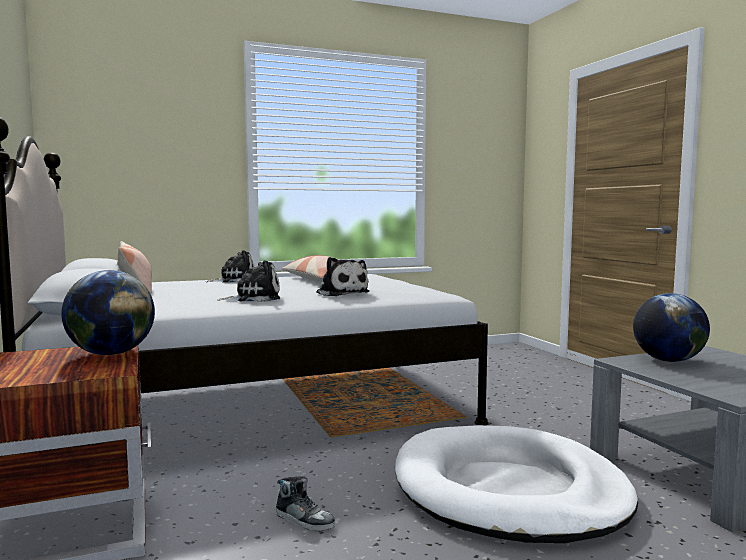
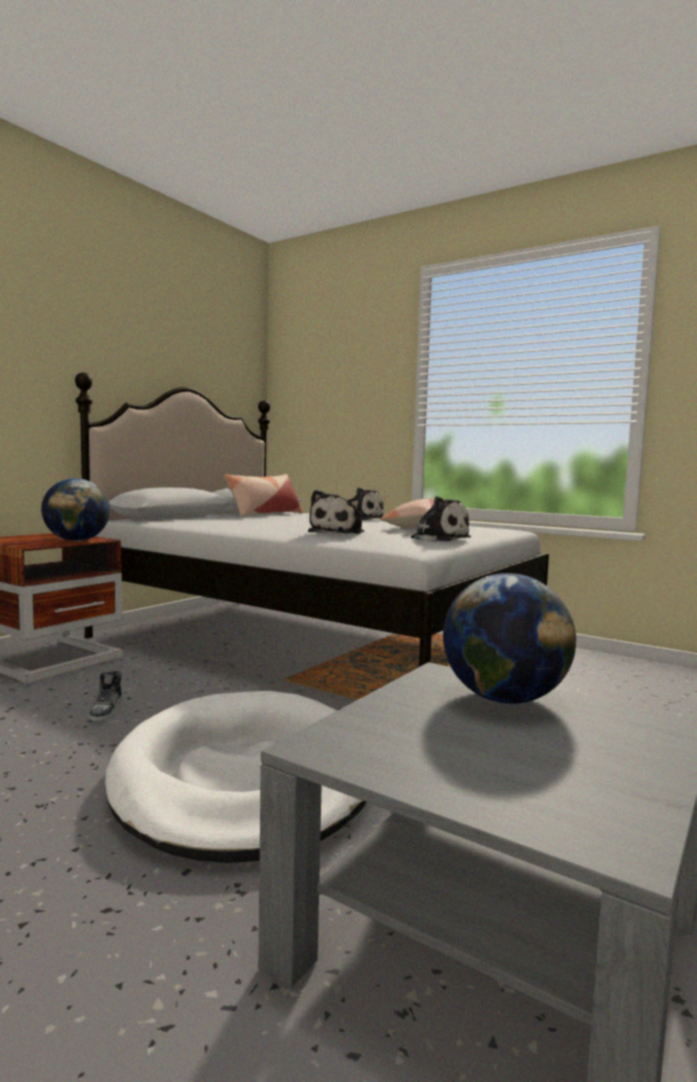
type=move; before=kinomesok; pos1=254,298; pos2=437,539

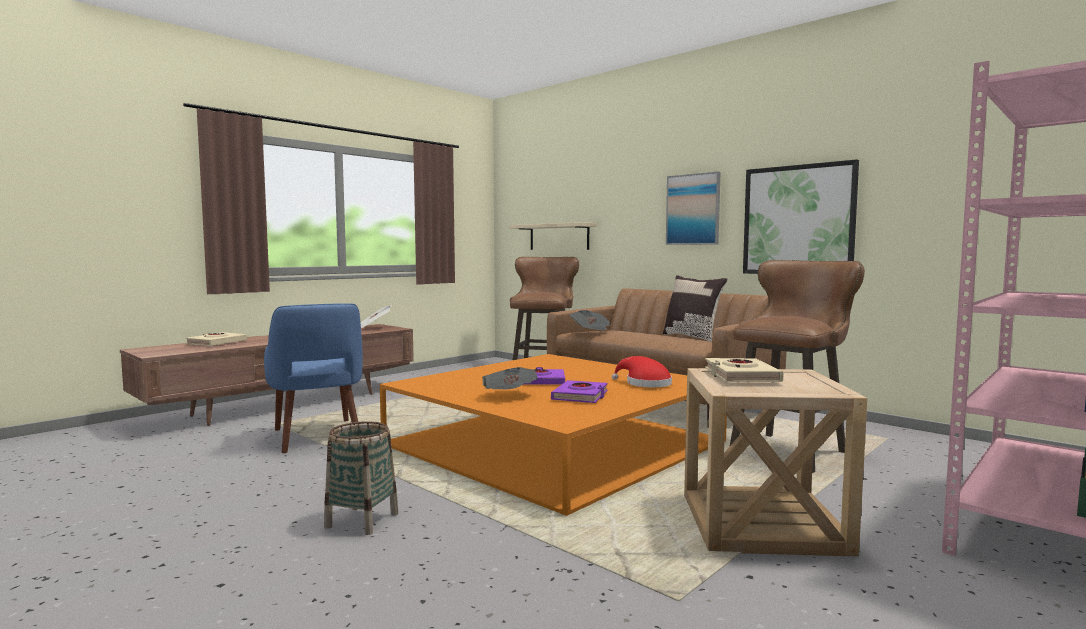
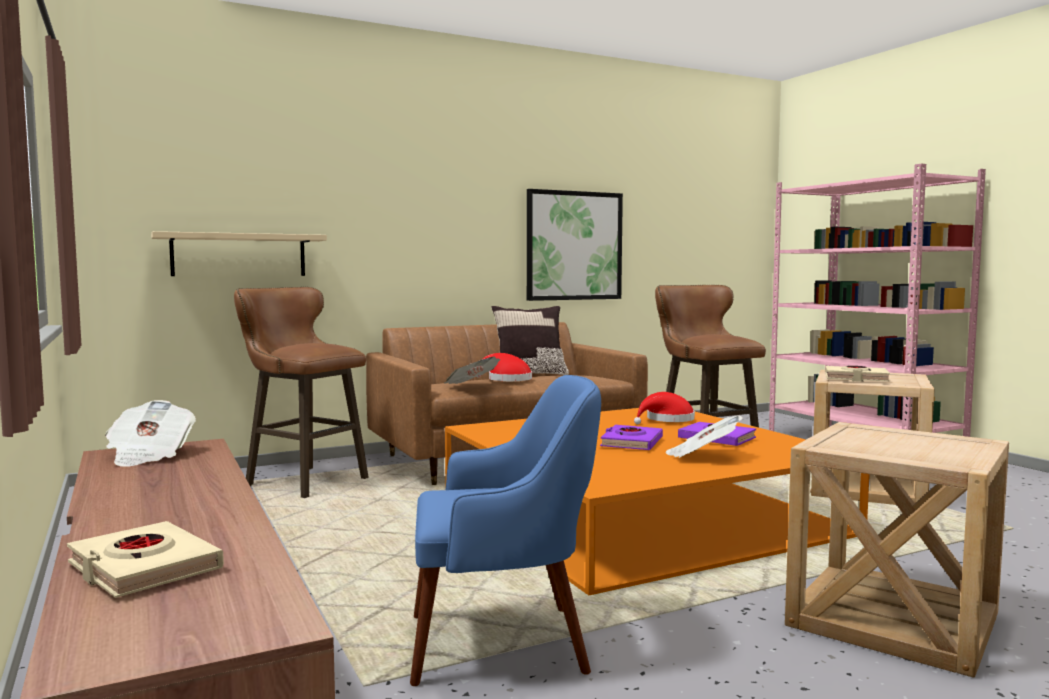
type=insert; after=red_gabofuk; pos2=506,380
type=replace; before=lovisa; after=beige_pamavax; pos1=361,520; pos2=893,619
type=delete; before=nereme; pos1=693,209

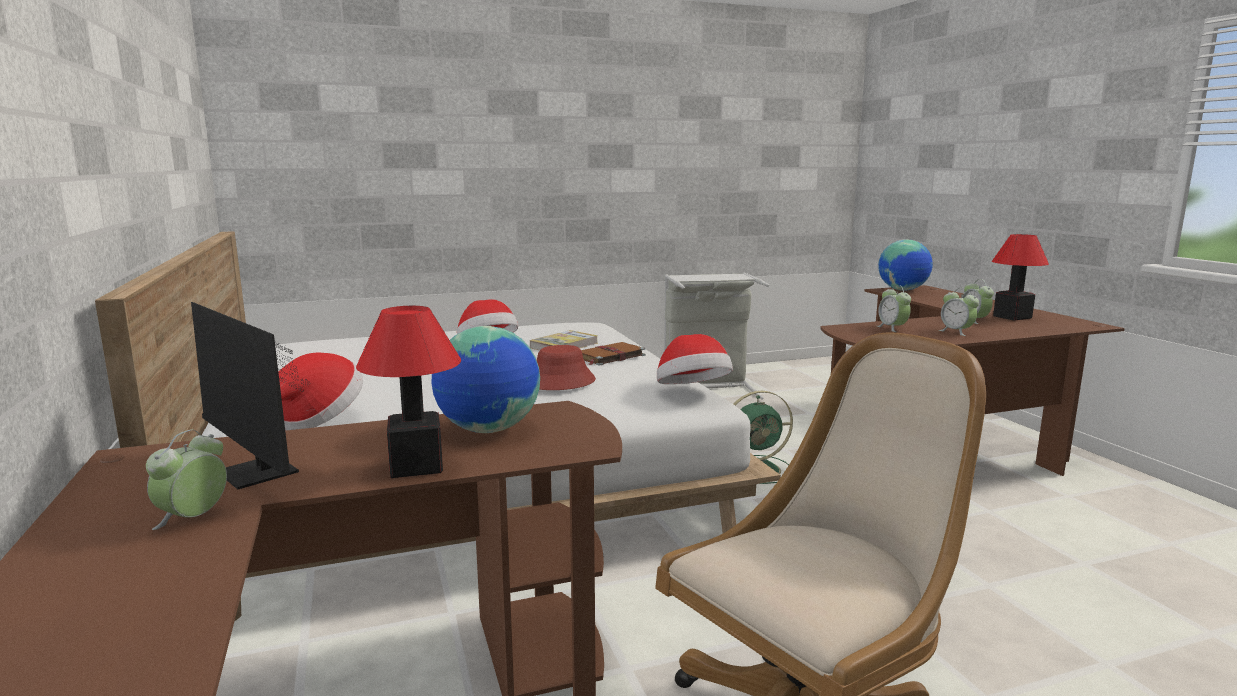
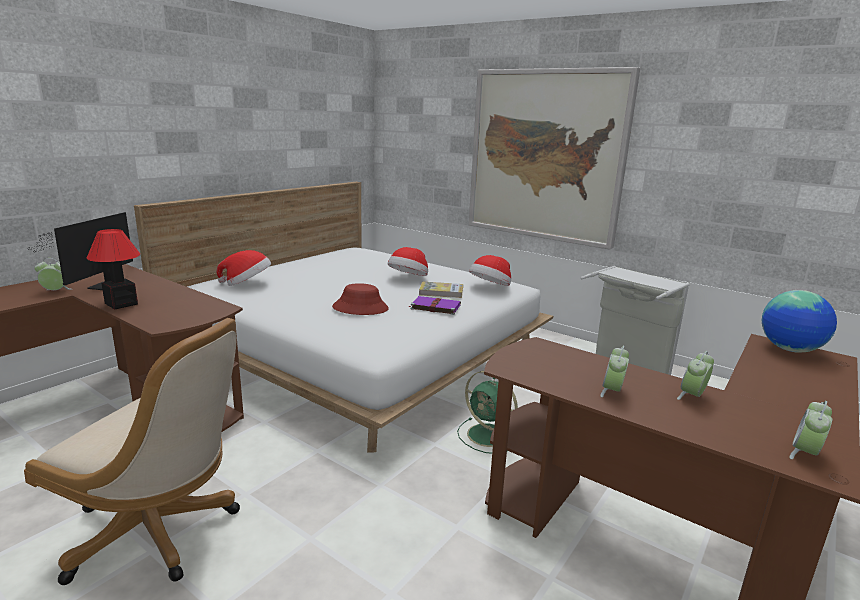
type=recolor; before=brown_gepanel; after=purple_gepanel; pos1=609,356; pos2=434,307
type=insert; after=nereme; pos2=545,156
type=move; before=gabofuk; pos1=692,392; pos2=490,287
type=move; before=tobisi; pos1=892,328; pos2=805,454
type=delete; before=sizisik; pos1=488,430
type=delete; before=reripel; pos1=1013,317

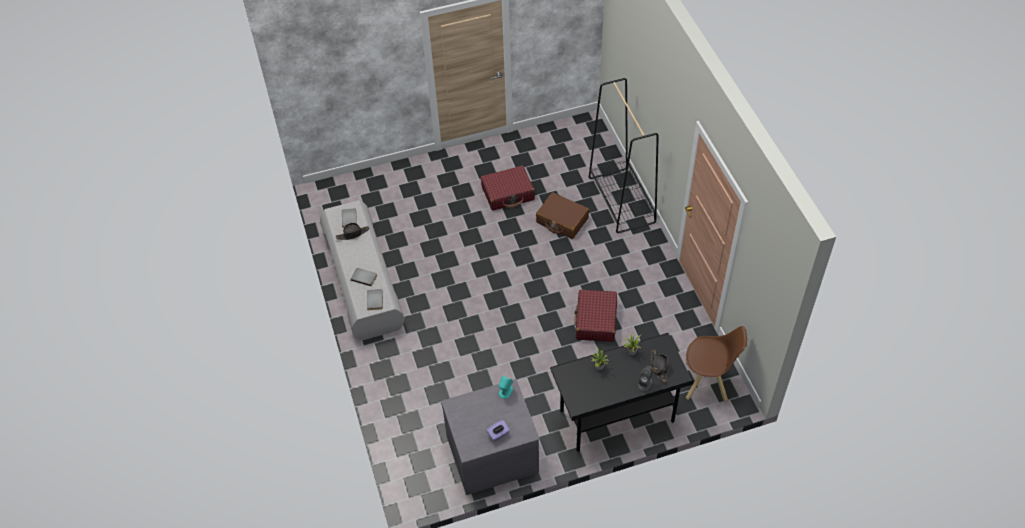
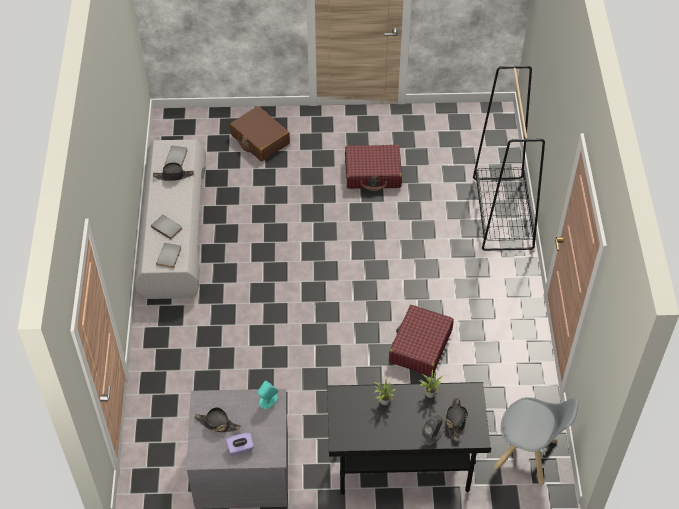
type=insert; after=black_gabofuk; pos2=217,424
type=move; before=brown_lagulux; pos1=562,220; pos2=260,140
type=recolor; before=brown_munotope; after=grey_munotope; pos1=708,382; pos2=527,455

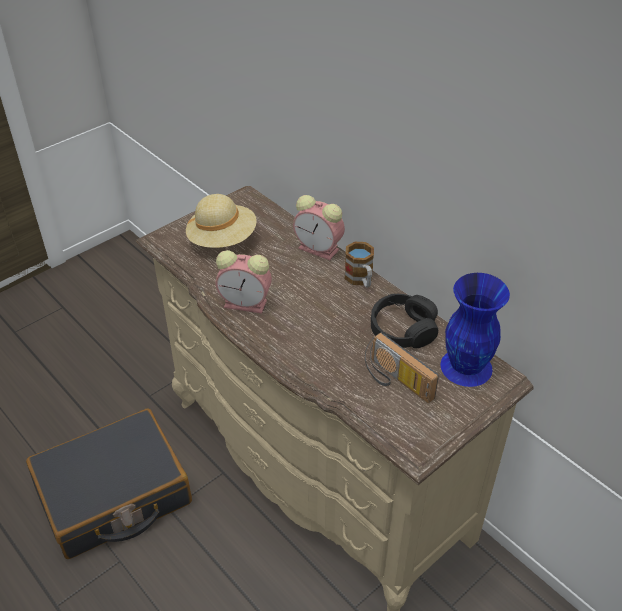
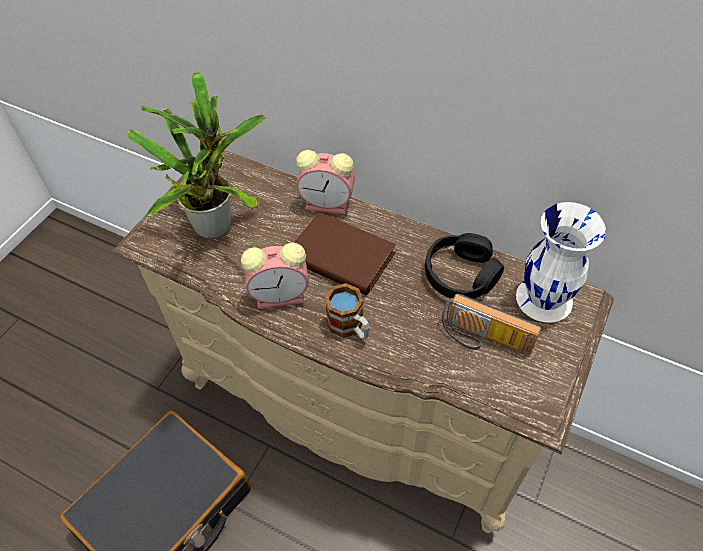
type=replace; before=beige_gabofuk; after=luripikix; pos1=222,239; pos2=215,222
type=insert; after=brown_gepanel; pos2=341,257
type=move; before=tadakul; pos1=360,280; pos2=350,327
type=recolor; before=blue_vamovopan; after=white_vamovopan; pos1=467,366; pos2=545,298

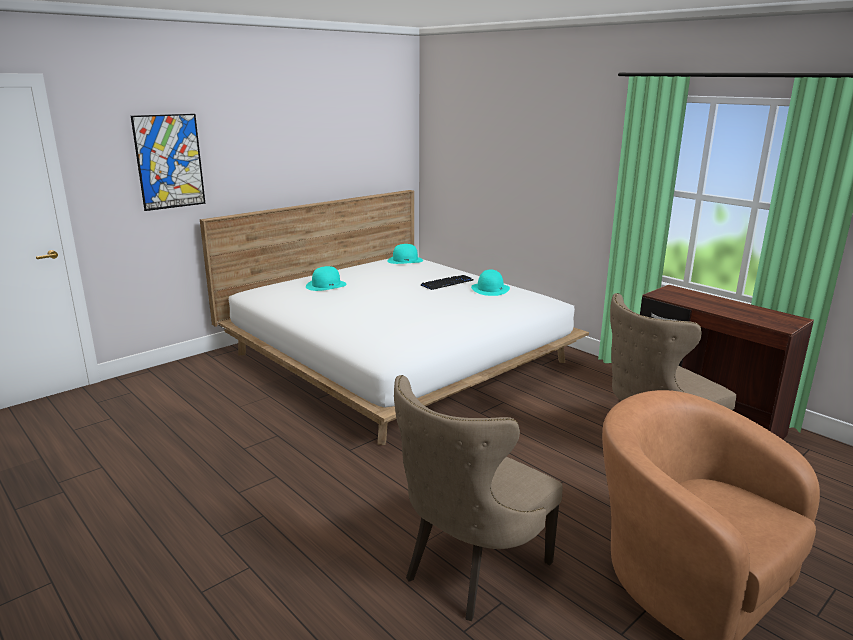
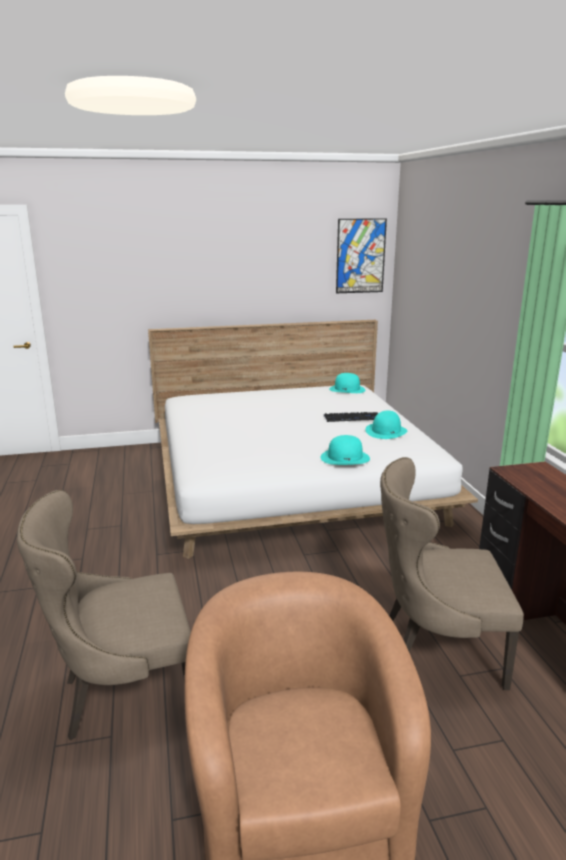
type=move; before=turquoise_gabofuk; pos1=326,285; pos2=345,457
type=move; before=nereme; pos1=169,161; pos2=360,256

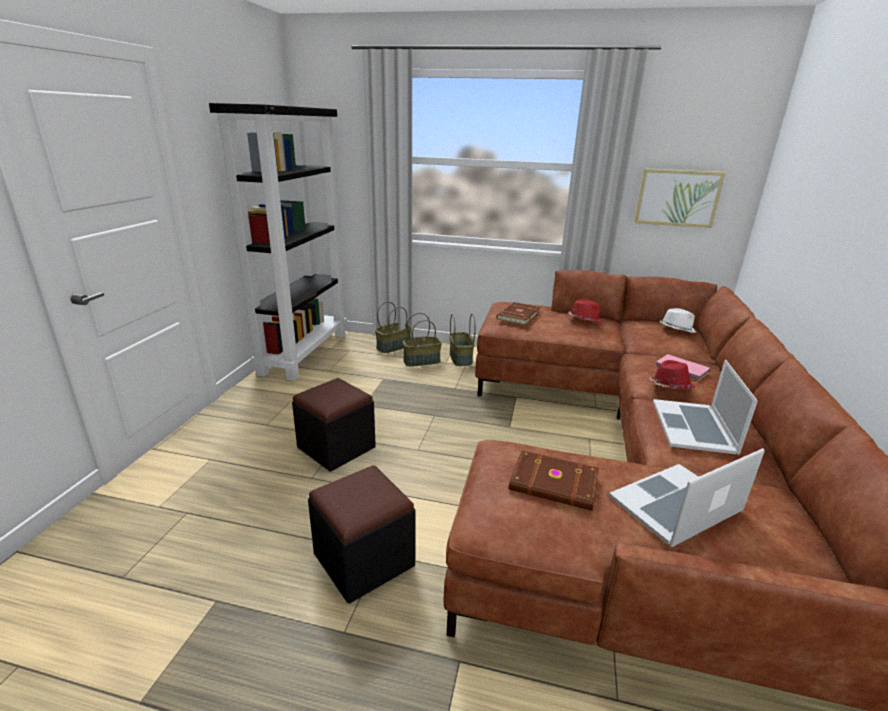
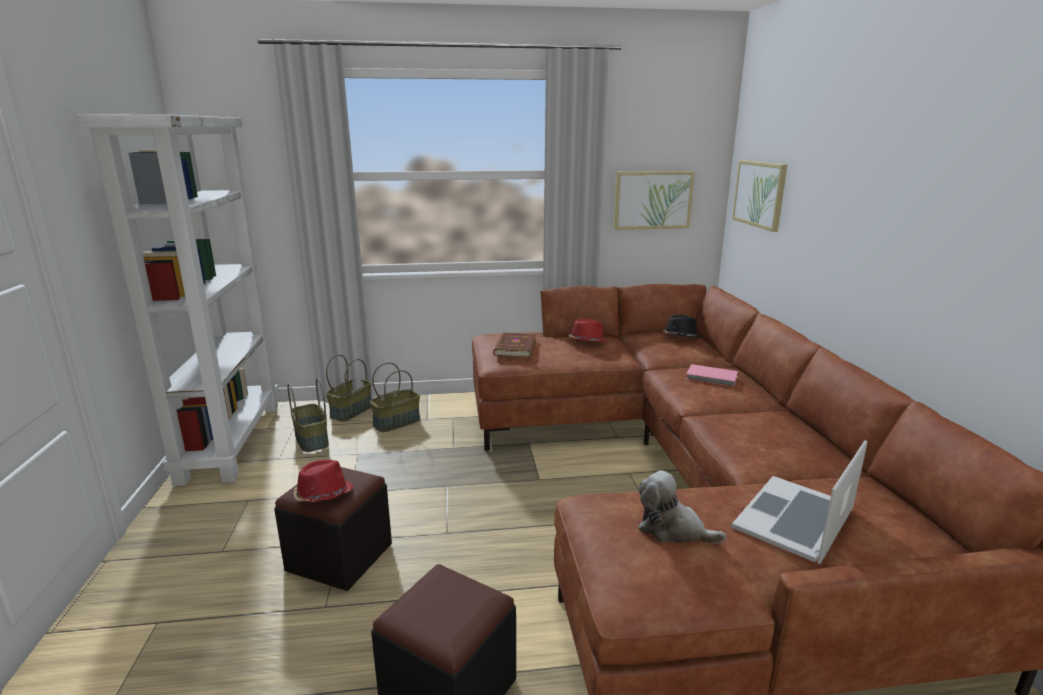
type=recolor; before=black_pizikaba; after=white_pizikaba; pos1=304,352; pos2=230,441
type=move; before=lovisa; pos1=460,358; pos2=311,440
type=move; before=red_gabofuk; pos1=670,387; pos2=323,495
type=replace; before=brown_gepanel; after=kinomesok; pos1=554,484; pos2=673,529
type=recolor; before=white_gabofuk; after=black_gabofuk; pos1=676,329; pos2=680,337
type=insert; after=nereme; pos2=759,194
type=delete; before=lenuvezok; pos1=693,426

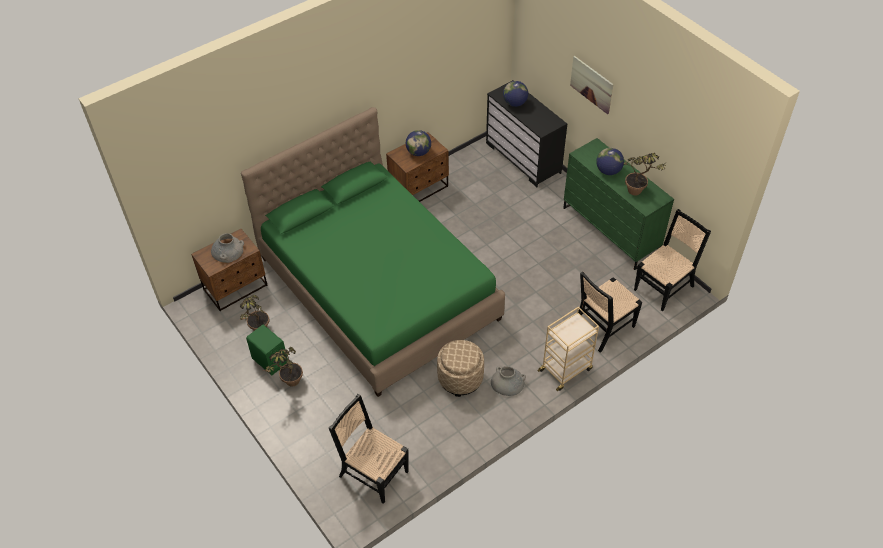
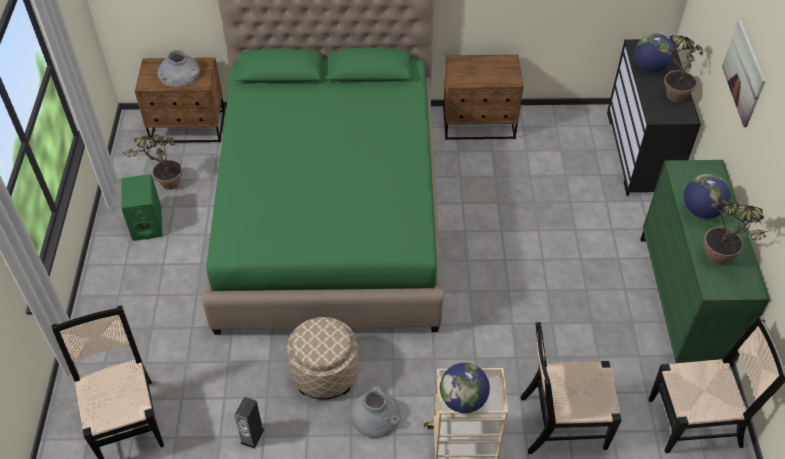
type=insert; after=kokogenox; pos2=252,436
type=move; before=sizisik; pos1=418,152; pos2=463,400
type=move; before=luripikix; pos1=289,384; pos2=669,97

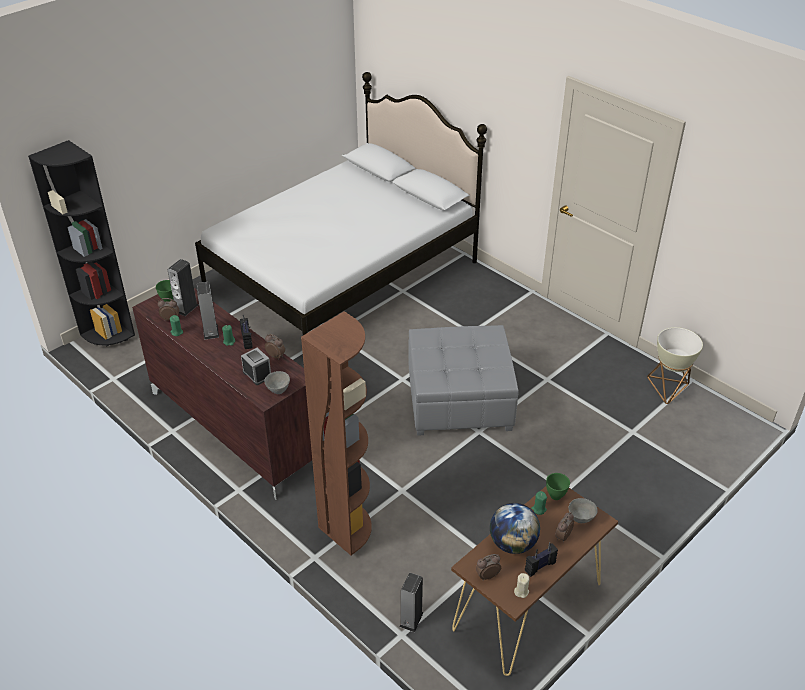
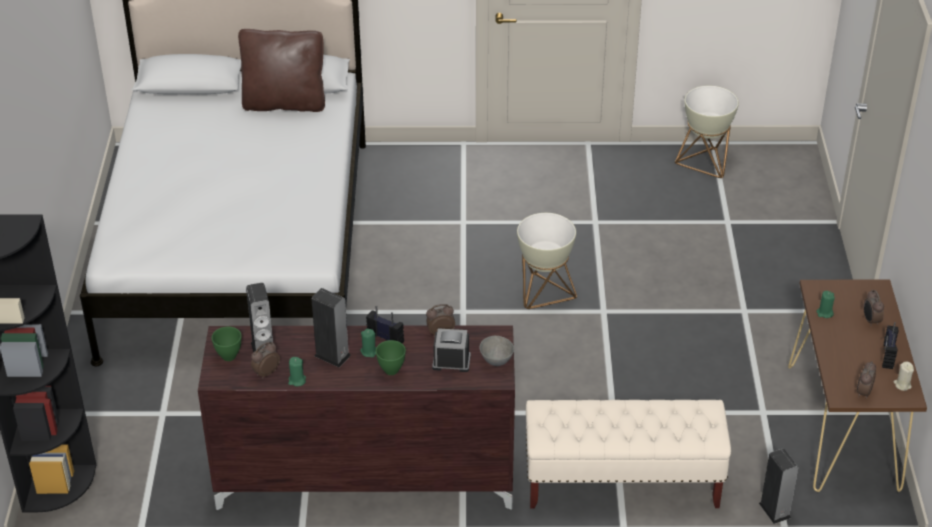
type=insert; after=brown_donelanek; pos2=284,103
type=move; before=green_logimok; pos1=555,495; pos2=390,370
type=replace; before=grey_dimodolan; after=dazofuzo; pos1=458,399; pos2=543,294
type=replace; before=brown_pizikaba; after=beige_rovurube; pos1=350,532; pos2=621,483
type=delete; before=sizisik; pos1=512,543
type=delete; before=grey_logimok; pos1=581,518

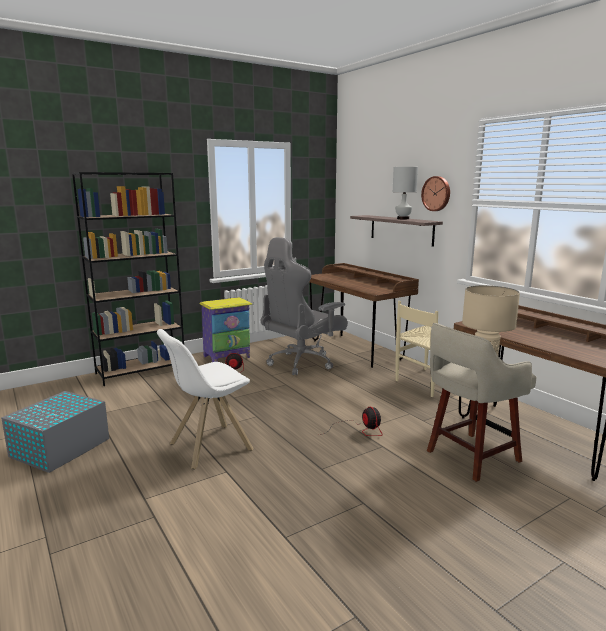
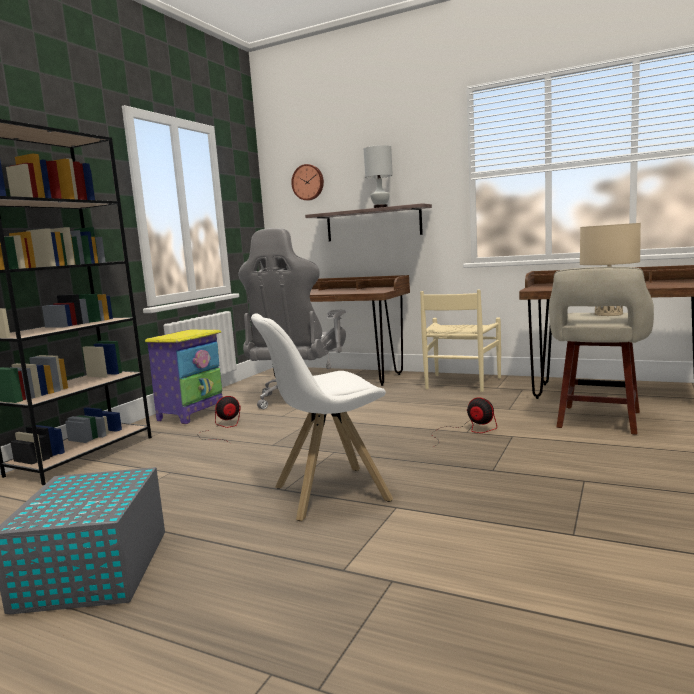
type=rotate; before=white_munotope; pos1=210,446; pos2=330,493; turn=45
type=move; before=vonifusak; pos1=436,193; pos2=308,182

